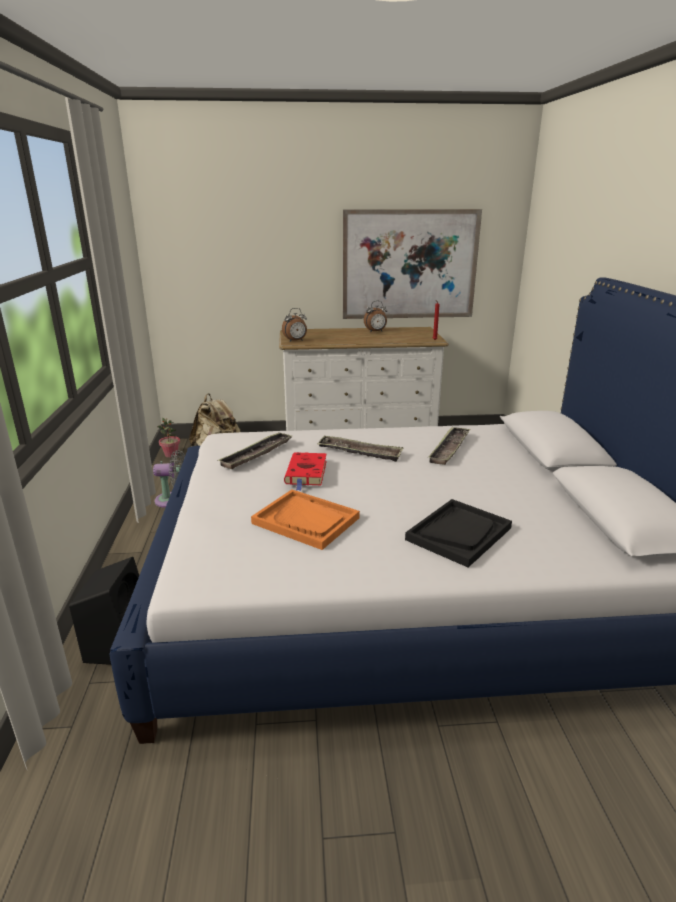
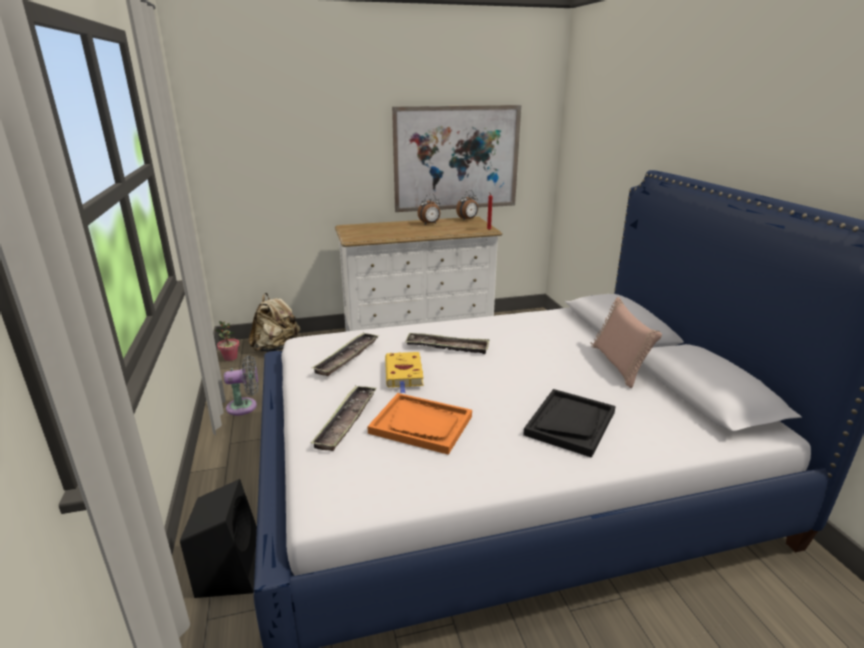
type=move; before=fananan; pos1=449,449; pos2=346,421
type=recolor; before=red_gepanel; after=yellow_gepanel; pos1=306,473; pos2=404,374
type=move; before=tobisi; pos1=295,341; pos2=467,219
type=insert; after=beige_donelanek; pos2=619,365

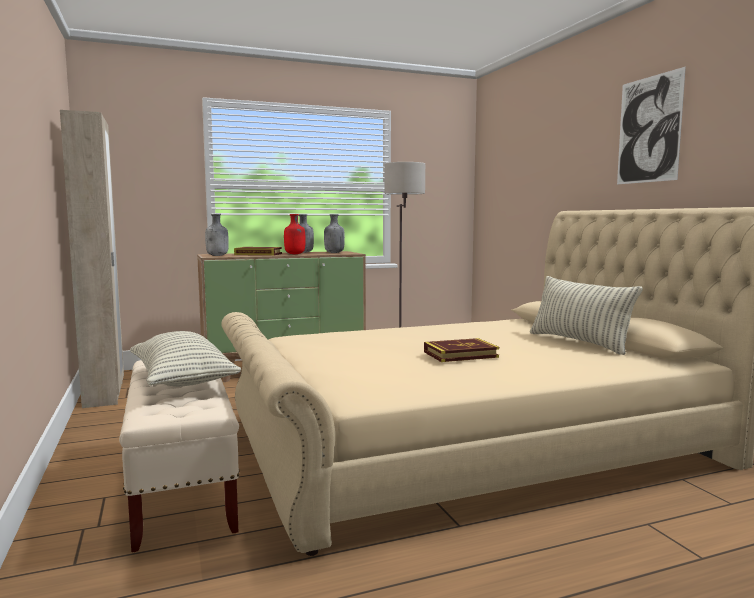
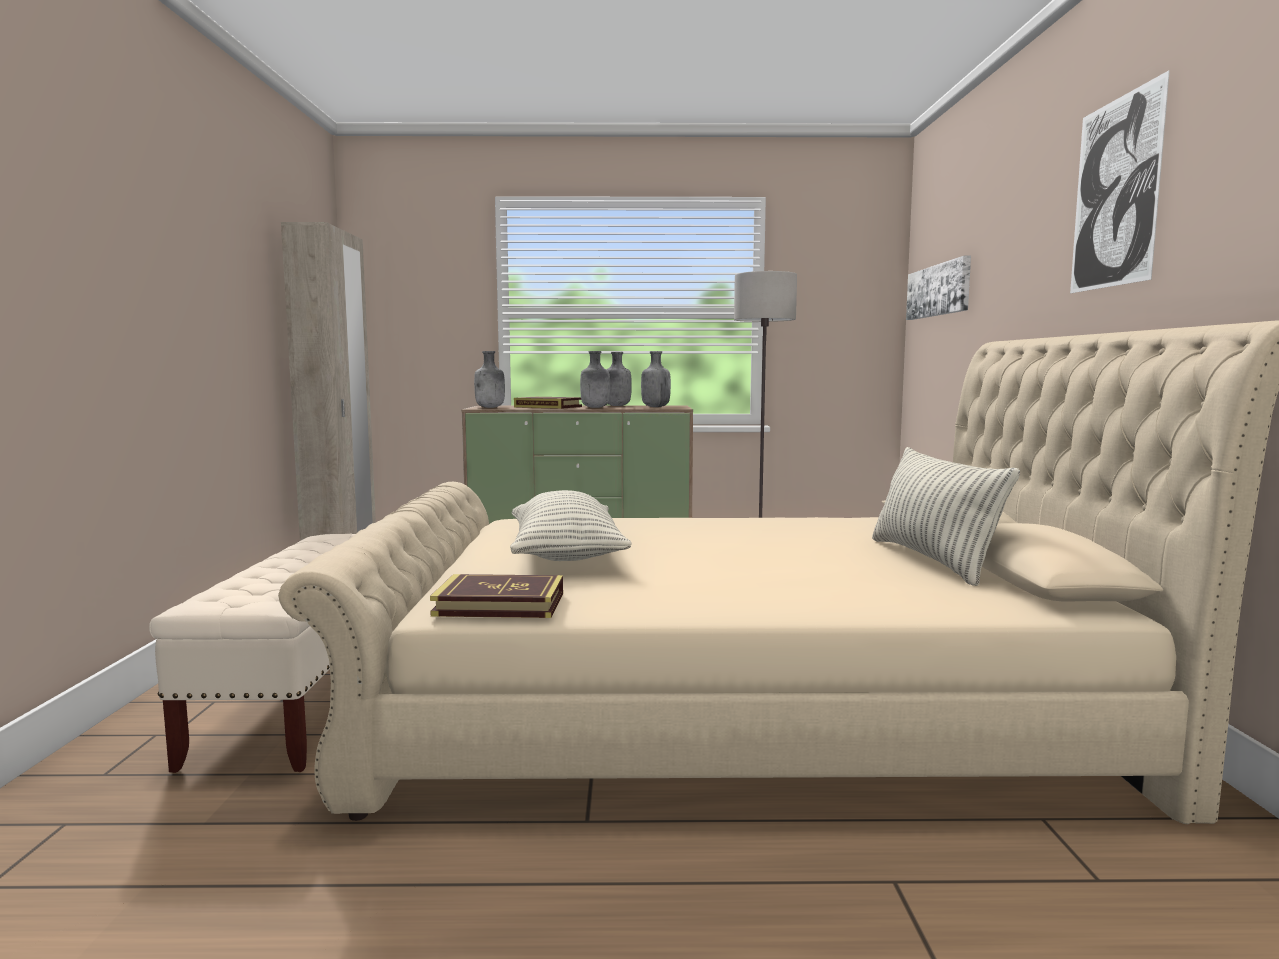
type=move; before=gepanel; pos1=460,354; pos2=500,604
type=move; before=donelanek; pos1=182,380; pos2=565,555
type=recolor; before=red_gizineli; after=grey_gizineli; pos1=295,254; pos2=595,407
type=insert; after=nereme; pos2=939,290

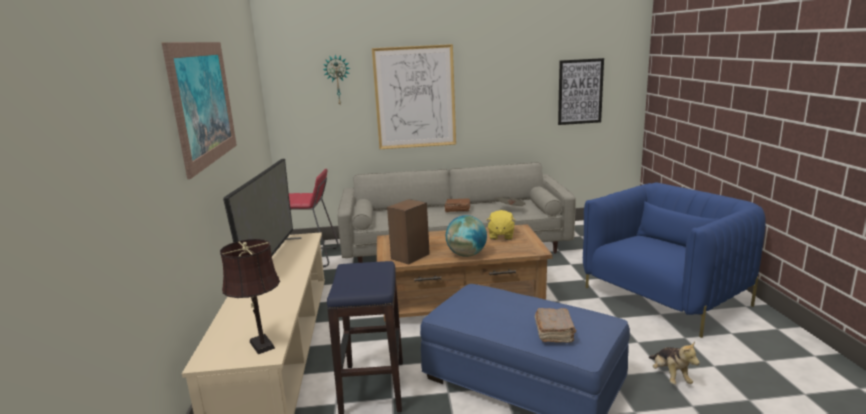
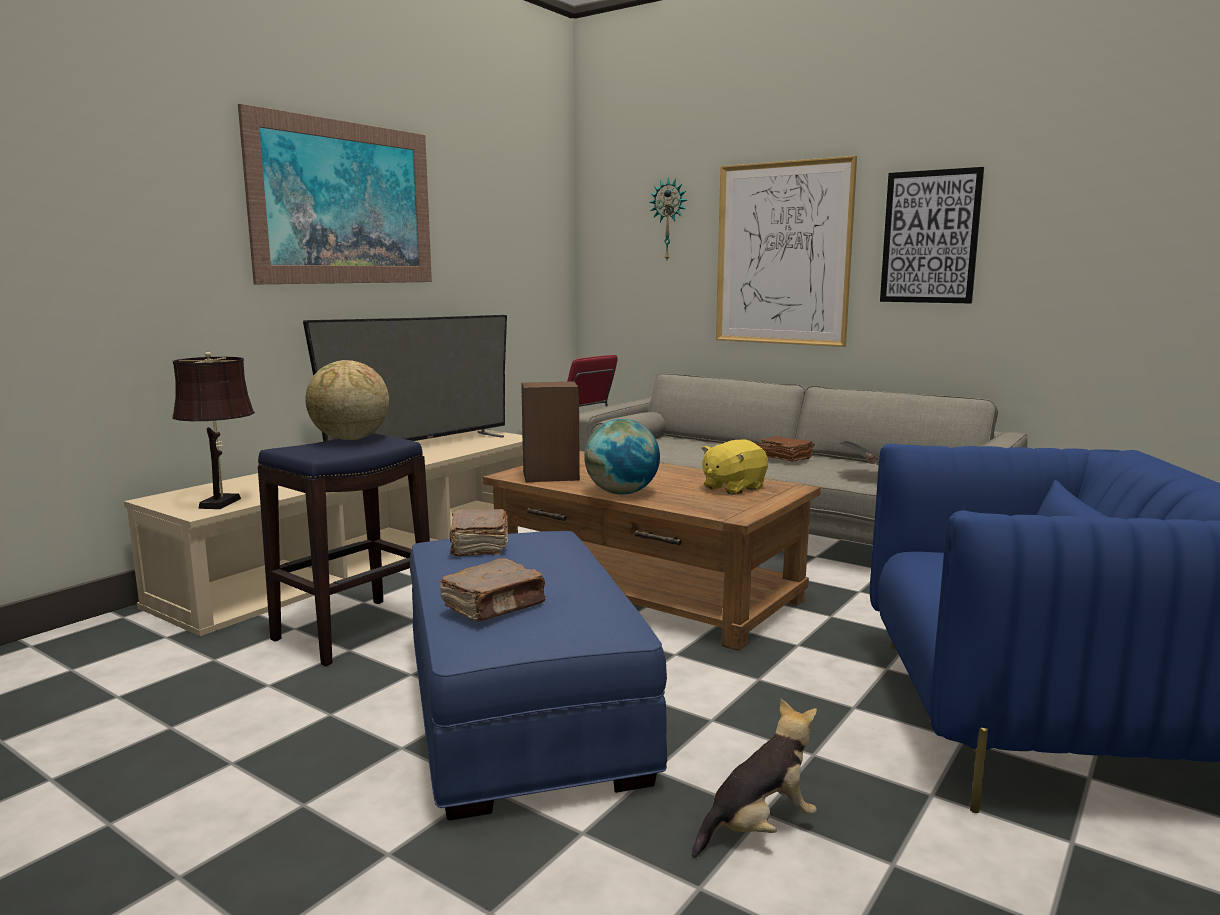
type=insert; after=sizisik; pos2=350,439
type=insert; after=brown_gepanel; pos2=478,545
type=rotate; before=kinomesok; pos1=670,376; pos2=758,827; turn=-150
type=move; before=nereme; pos1=580,91; pos2=930,237

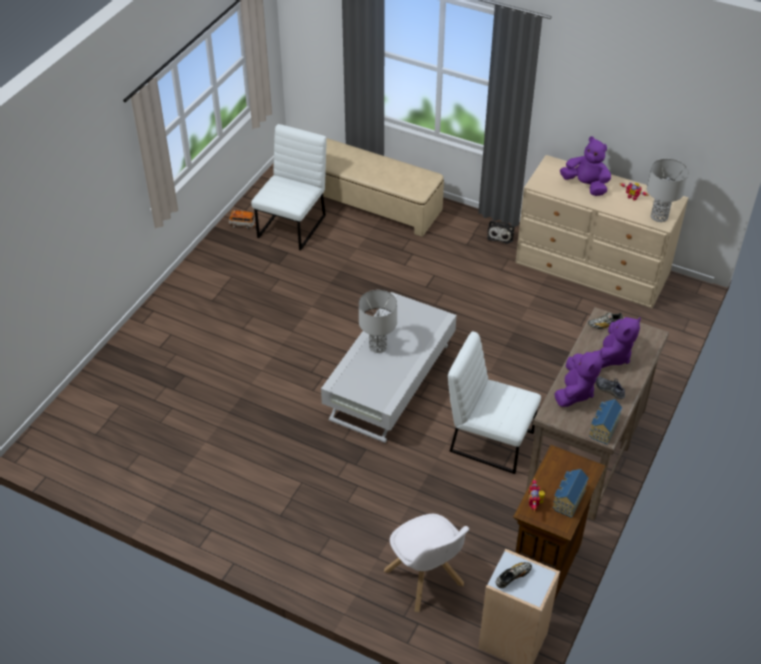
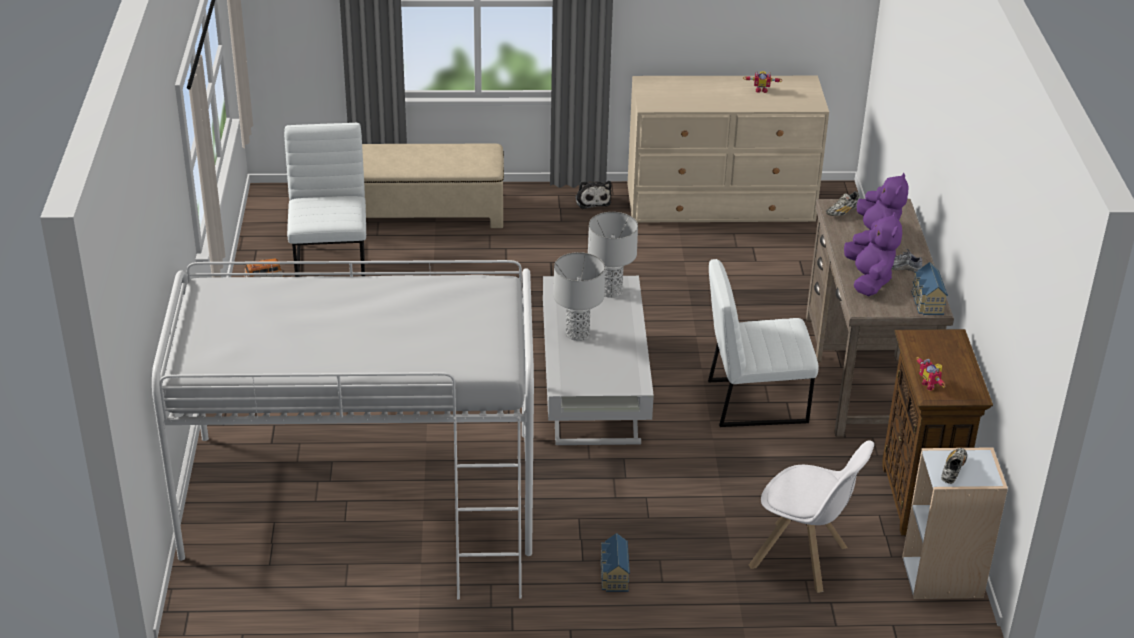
type=insert; after=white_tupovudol; pos2=365,497
type=move; before=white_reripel; pos1=659,216; pos2=610,291
type=move; before=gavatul; pos1=567,499; pos2=613,575
type=delete; before=purple_kinomesok; pos1=586,185

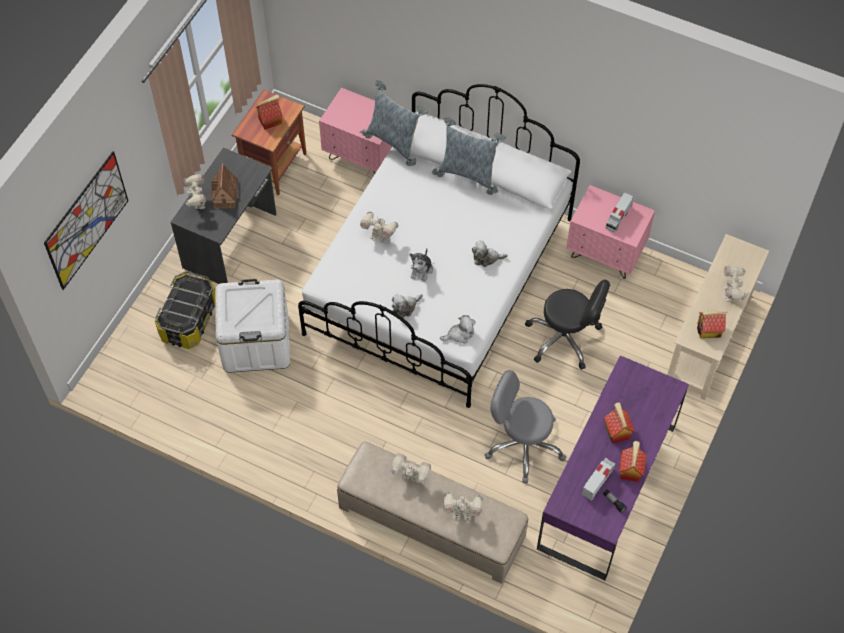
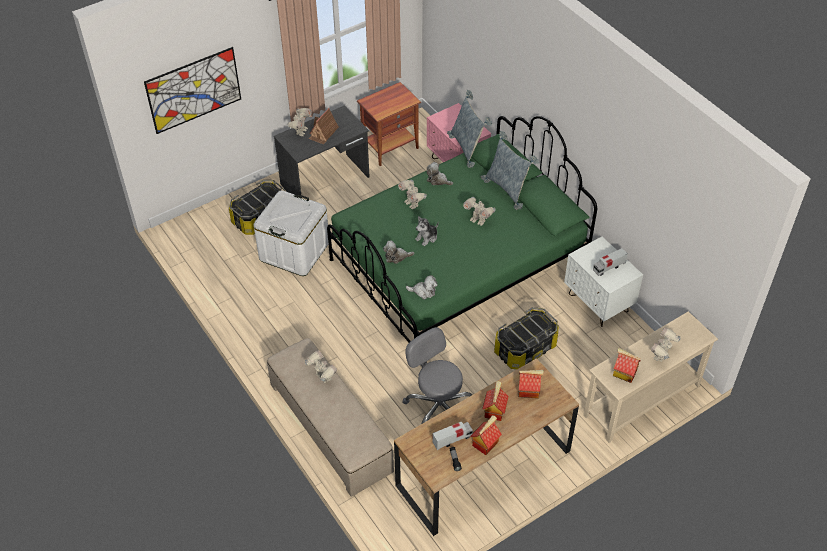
type=recolor; before=white_tupovudol; after=green_tupovudol; pos1=440,276; pos2=458,264
type=recolor; before=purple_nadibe; after=brown_nadibe; pos1=607,486; pos2=483,468
type=move; before=kinomesok; pos1=486,258; pos2=438,180
type=move; before=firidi; pos1=462,513; pos2=478,220
type=replace; before=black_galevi; after=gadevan; pos1=567,339; pos2=525,348
type=move; before=gavatul; pos1=270,120; pos2=529,390
type=recolor; before=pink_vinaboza; after=white_vinaboza; pos1=605,254; pos2=598,303

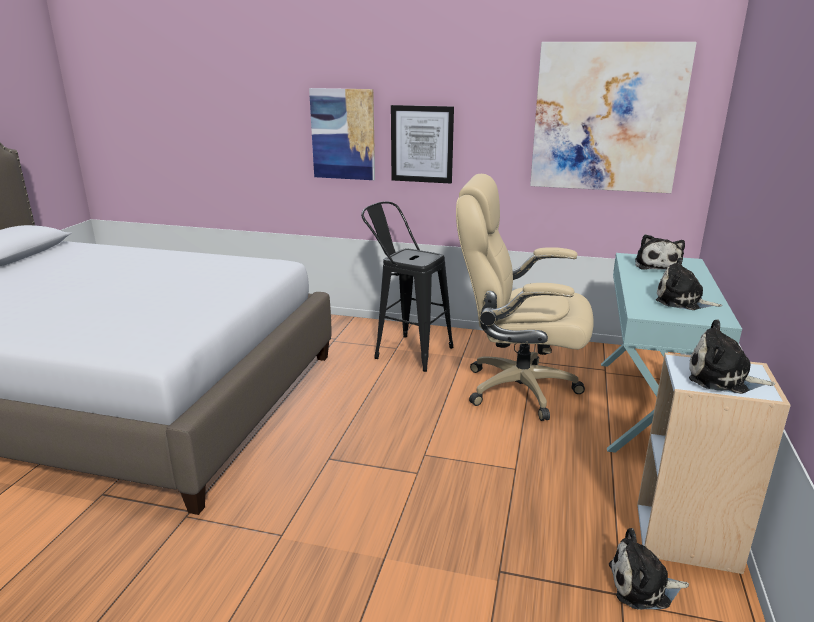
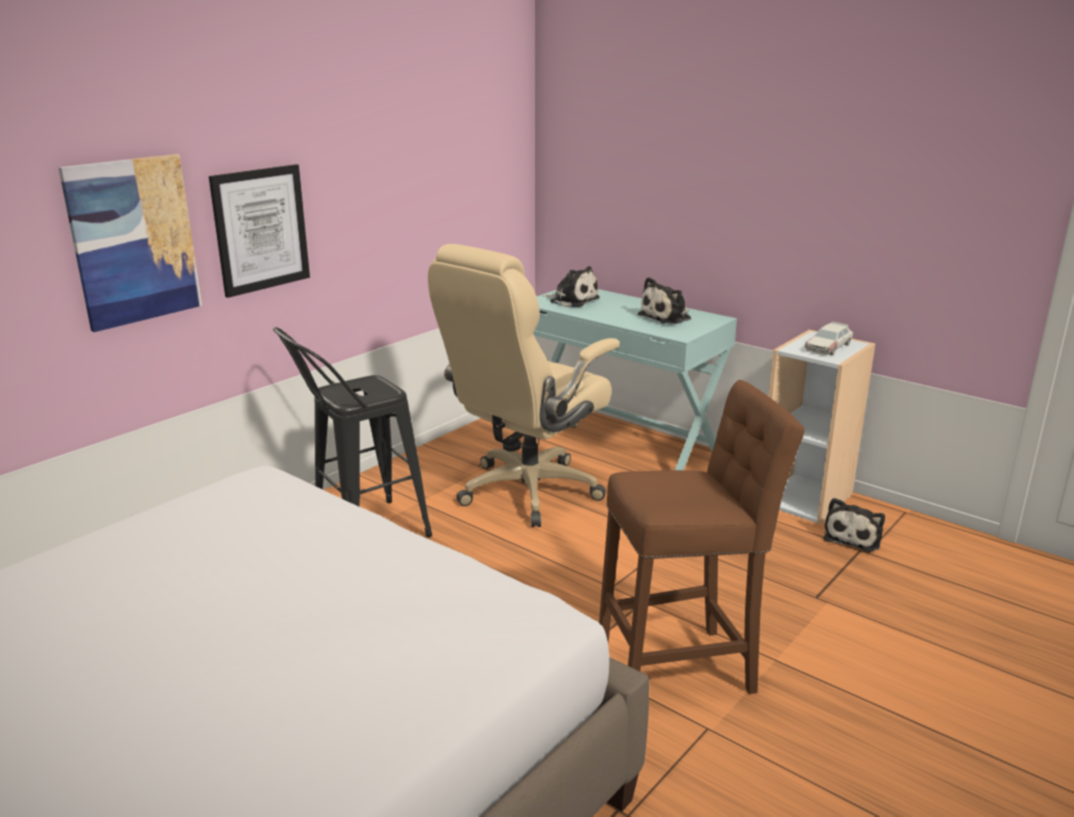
type=insert; after=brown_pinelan; pos2=683,669
type=replace; before=kinomesok; after=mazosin; pos1=722,378; pos2=828,347
type=delete; before=nereme; pos1=607,118

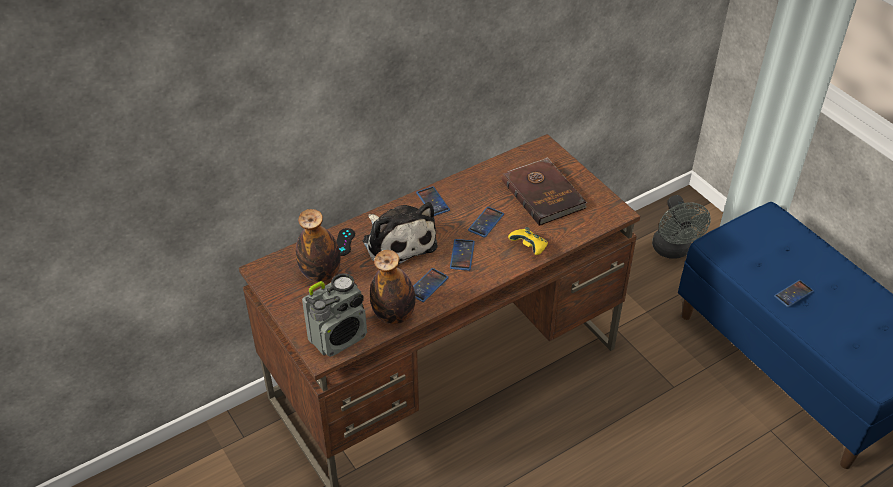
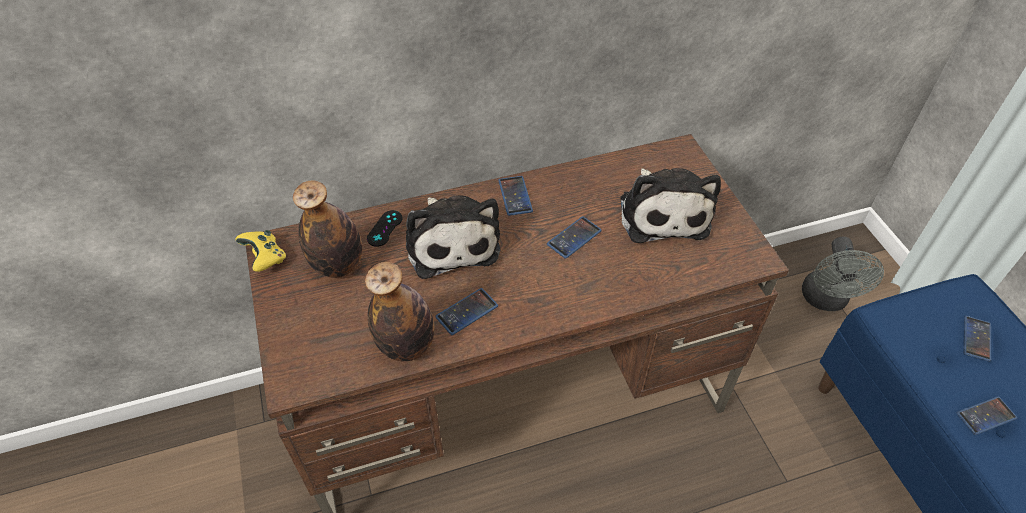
type=move; before=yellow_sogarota; pos1=529,248; pos2=265,258
type=replace; before=brown_gepanel; after=kinomesok; pos1=543,193; pos2=663,212
type=move; before=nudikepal; pos1=462,255; pos2=976,339
type=delete; before=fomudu; pos1=339,337

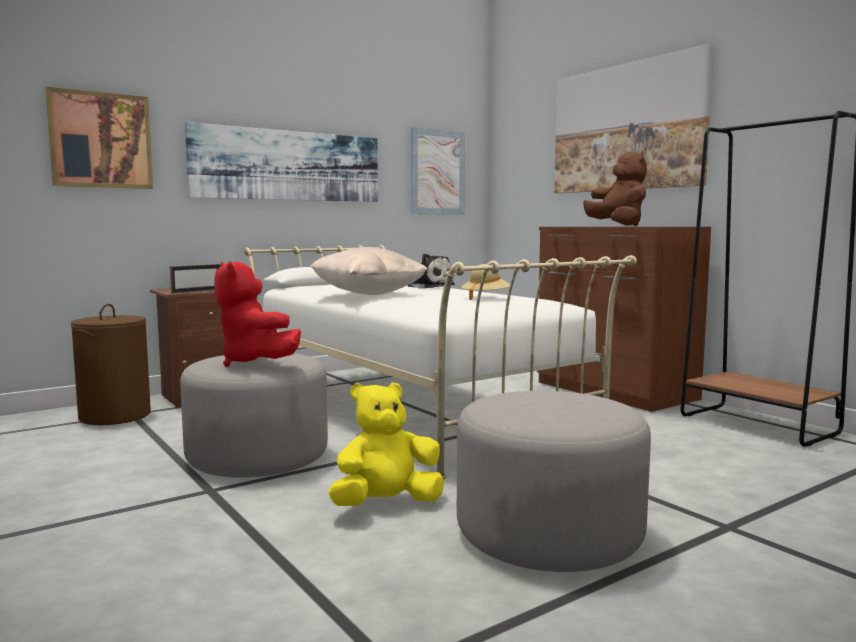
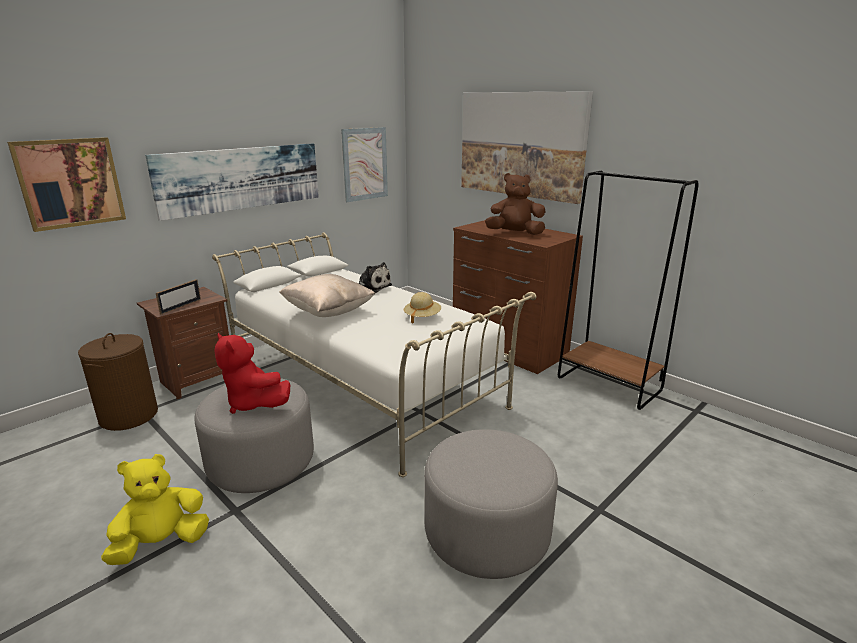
type=move; before=yellow_kinomesok; pos1=386,504; pos2=161,543
type=rotate; before=brown_kinomesok; pos1=618,226; pos2=515,234; turn=-60

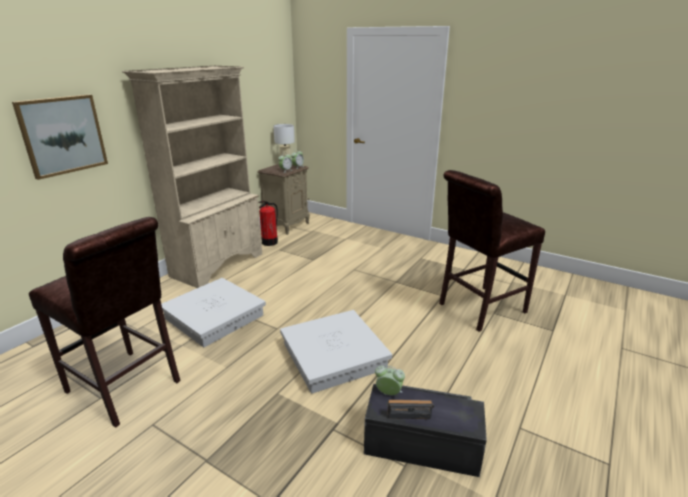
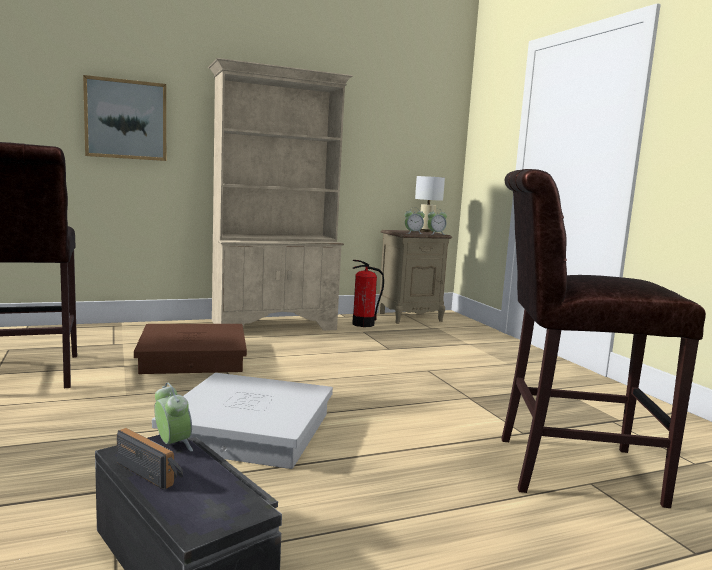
type=recolor; before=white_gadevan; after=brown_gadevan; pos1=215,316; pos2=194,357

